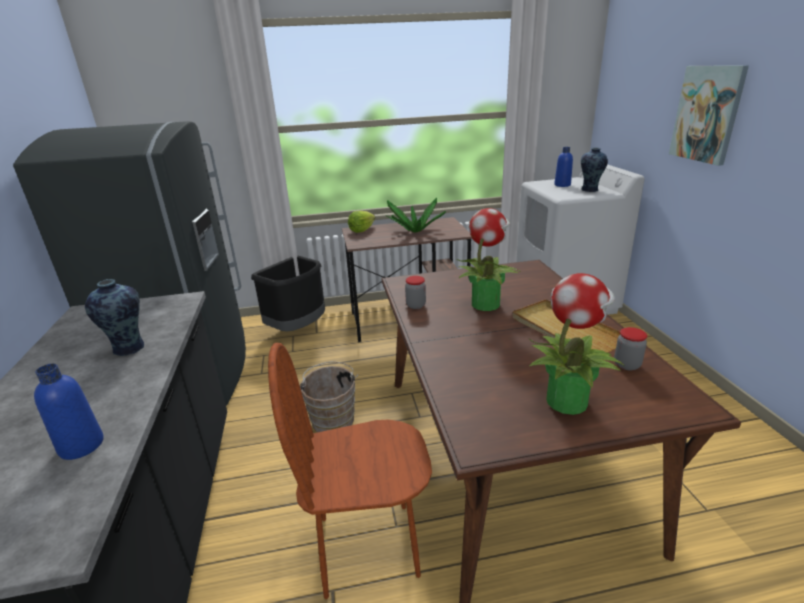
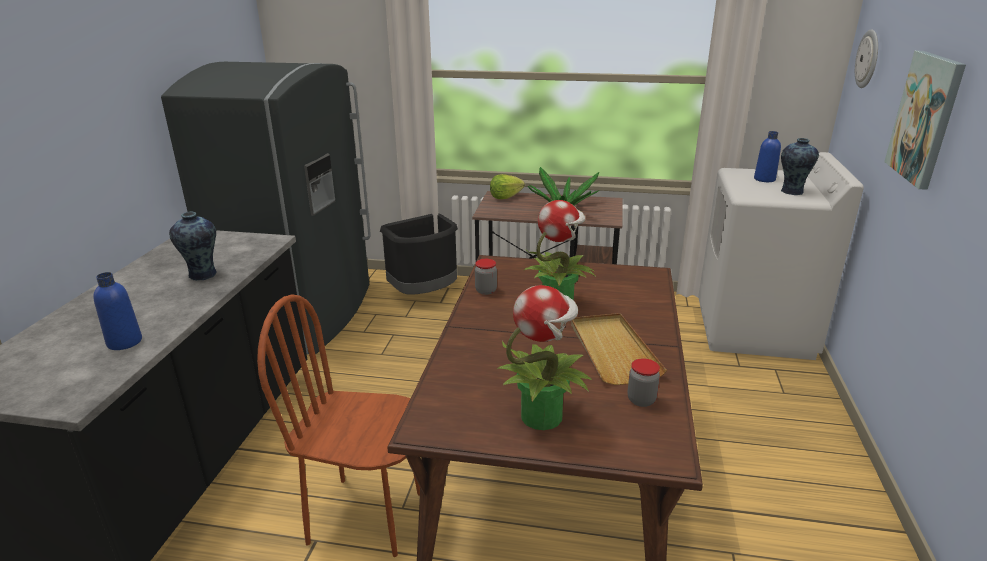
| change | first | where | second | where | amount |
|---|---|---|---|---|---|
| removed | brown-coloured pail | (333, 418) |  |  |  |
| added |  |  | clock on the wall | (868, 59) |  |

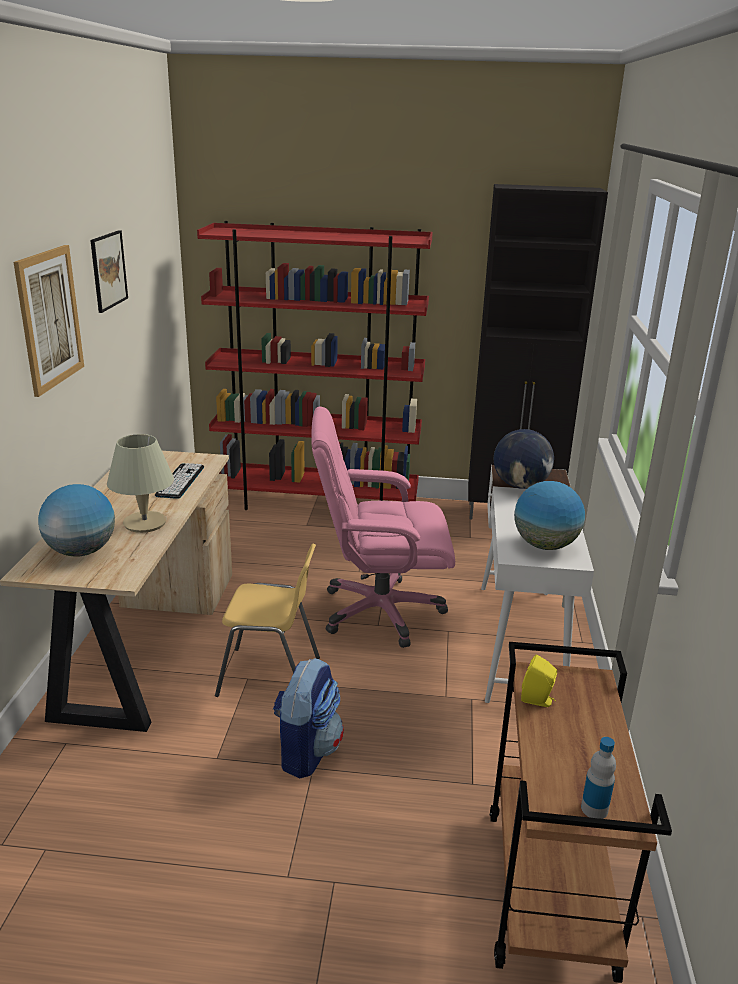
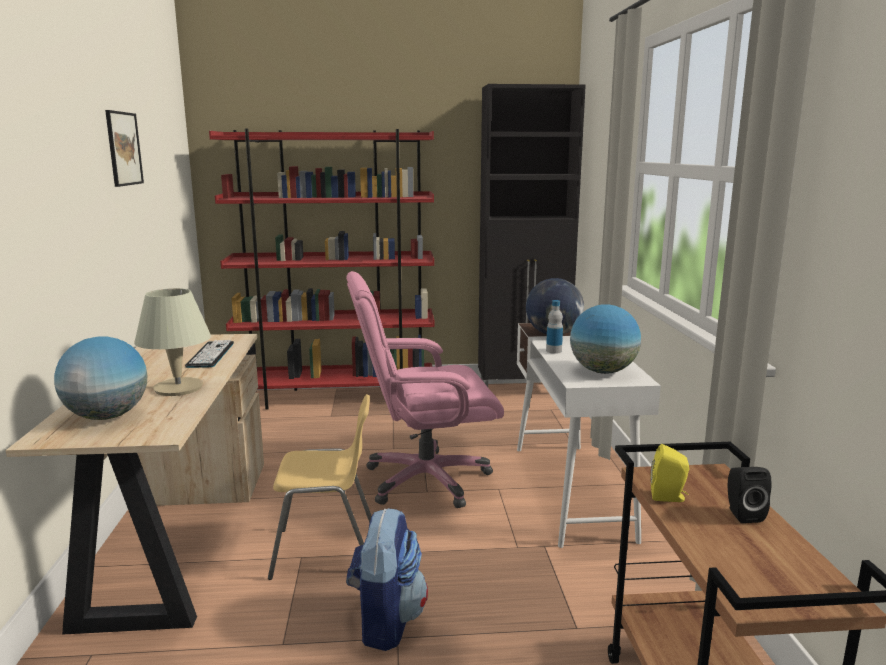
| change | first | where | second | where | amount |
|---|---|---|---|---|---|
| removed | picture | (50, 318) |  |  |  |
| added |  |  | blackish loudspeaker | (742, 514) |  |
| moved | beverage bottle | (594, 809) |  | (553, 351) |  |

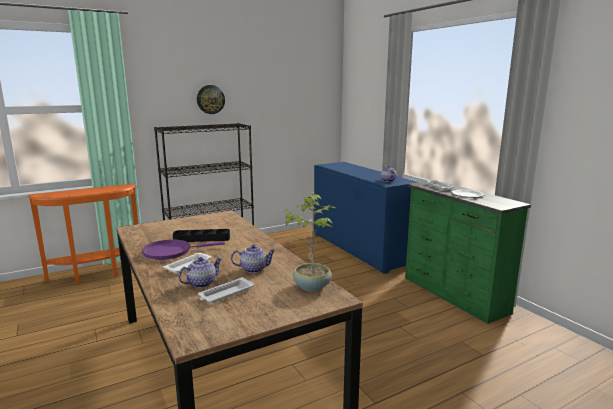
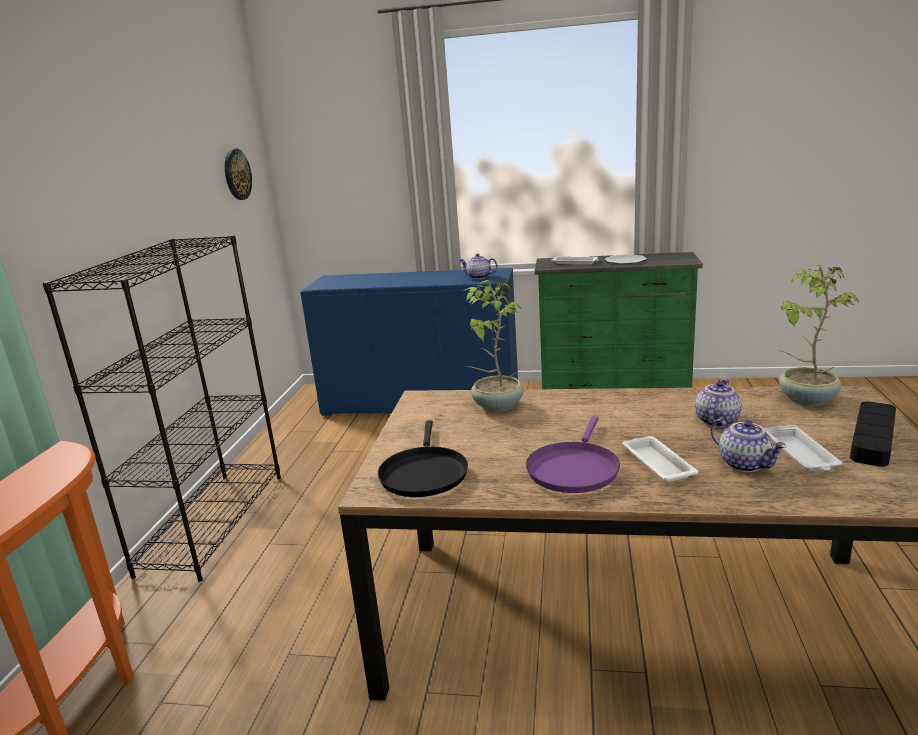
| change | first | where | second | where | amount |
|---|---|---|---|---|---|
| added |  |  | blackish frying pan | (423, 473) |  |
| added |  |  | houseplant | (496, 406) |  |
| moved | blackish serving tray | (202, 239) |  | (872, 438) |  |
| moved | clock on the wall | (210, 99) |  | (237, 174) |  |
| turned | teapot | (201, 283) |  | (745, 464) | 150 degrees clockwise |

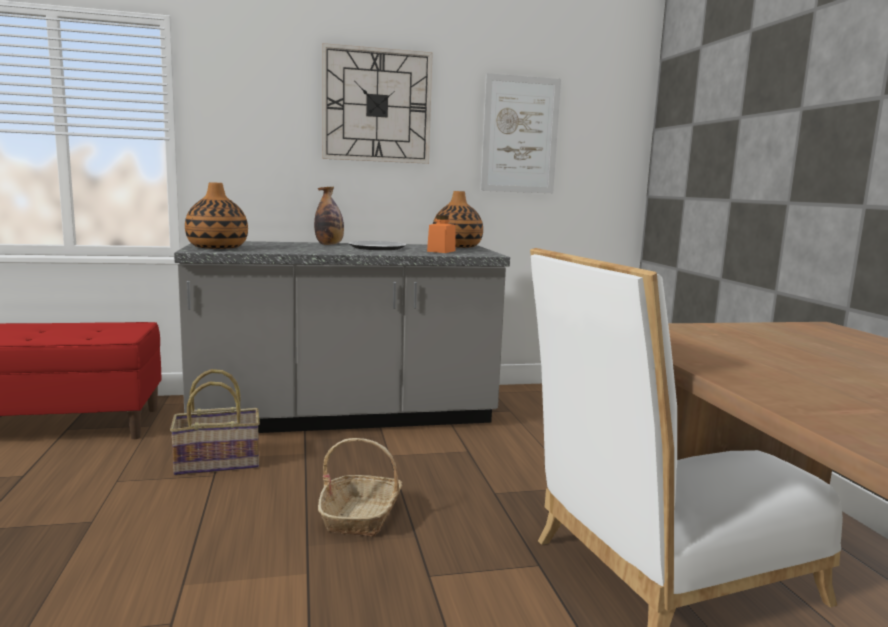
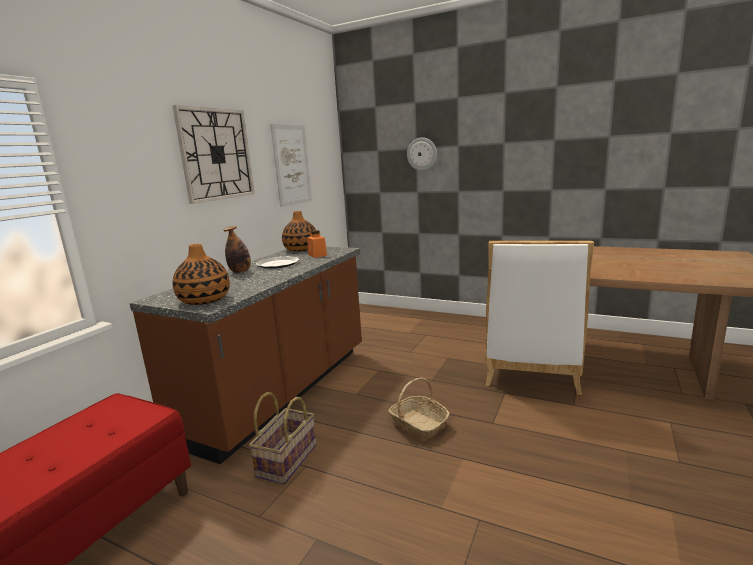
| change | first | where | second | where | amount |
|---|---|---|---|---|---|
| added |  |  | clock on the wall | (422, 154) |  |
| recoloured | grey kitchen base unit | (345, 417) | brown-coloured kitchen base unit | (281, 392) |  |

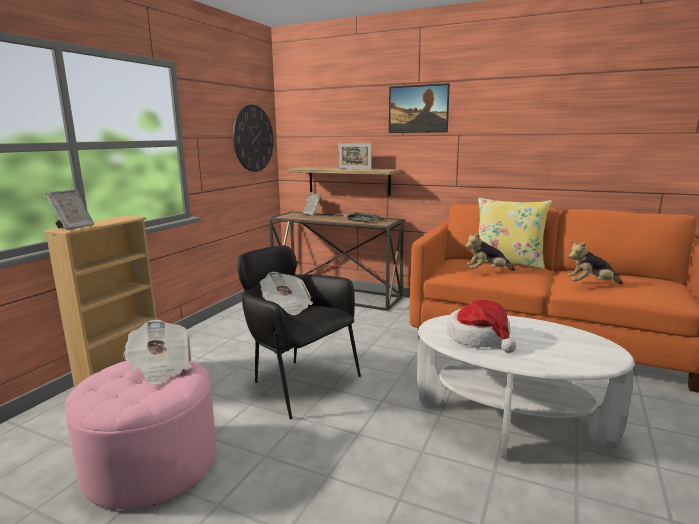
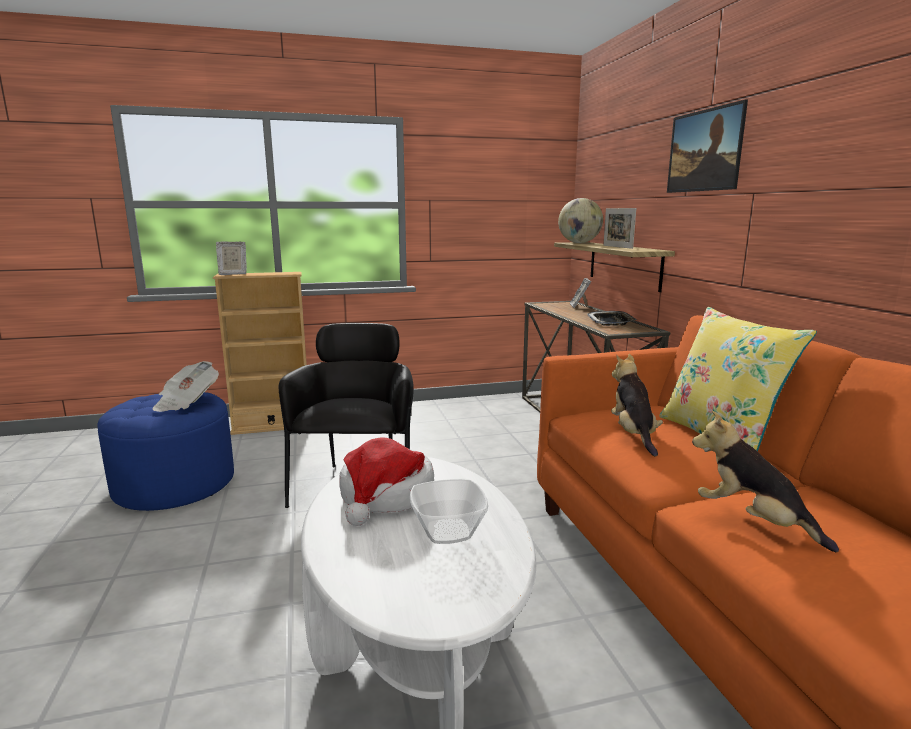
| change | first | where | second | where | amount |
|---|---|---|---|---|---|
| removed | clock on the wall | (253, 138) |  |  |  |
| removed | newspaper | (287, 306) |  |  |  |
| added |  |  | serving bowl | (449, 532) |  |
| added |  |  | world globe | (579, 243) |  |
| recoloured | pinkish ottoman | (151, 464) | bluish ottoman | (175, 484) |  |
| turned | soft toy | (487, 272) |  | (633, 434) | 45 degrees clockwise |

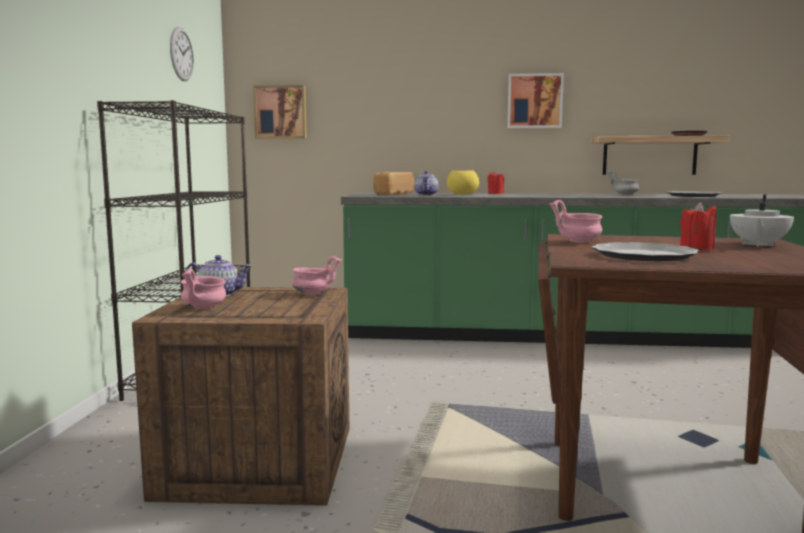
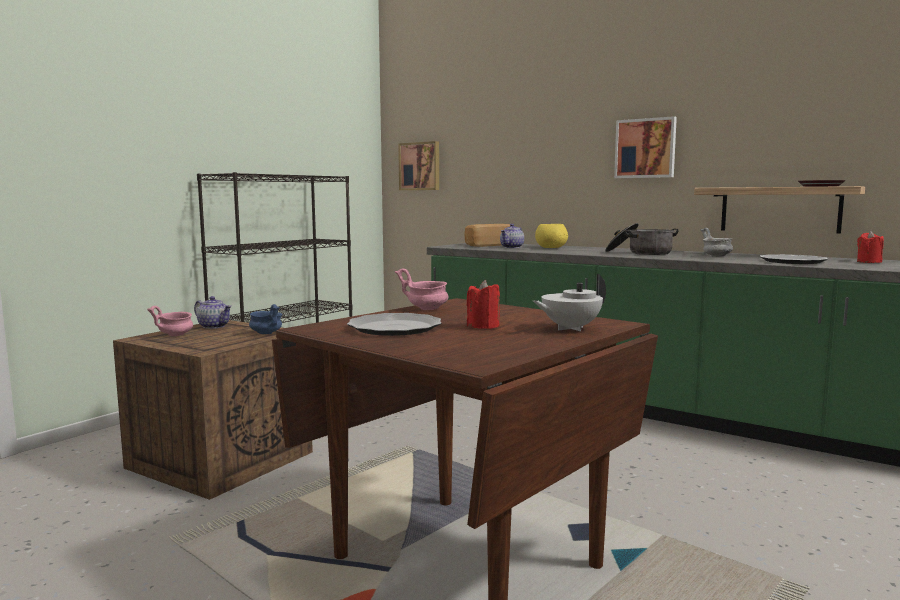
| change | first | where | second | where | amount |
|---|---|---|---|---|---|
| removed | clock on the wall | (181, 54) |  |  |  |
| added |  |  | cooking pot | (639, 253) |  |
| moved | red-coloured candle | (495, 193) |  | (868, 262) |  |
| recoloured | pinkish serving bowl | (313, 294) | bluish serving bowl | (267, 333) |  |

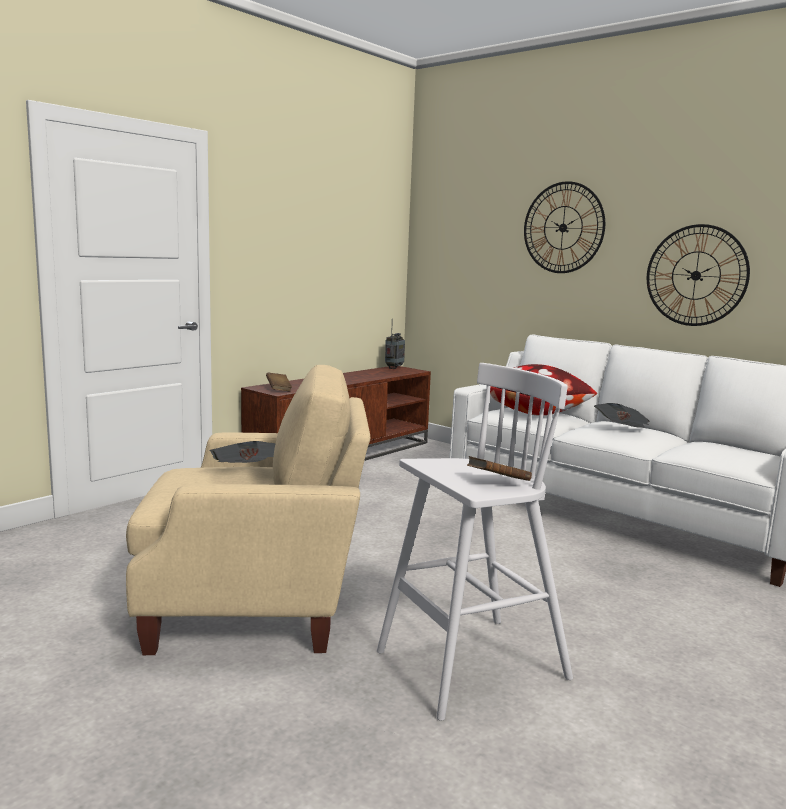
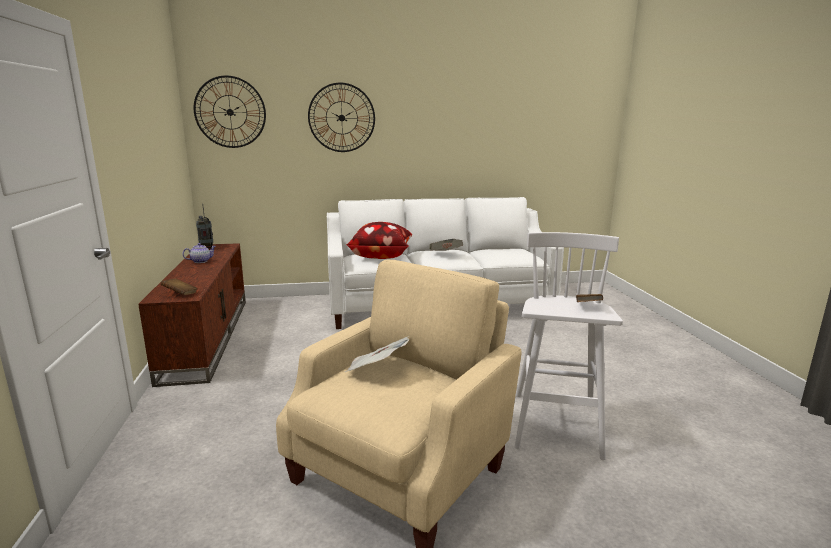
| change | first | where | second | where | amount |
|---|---|---|---|---|---|
| added |  |  | teapot | (201, 261) |  |
| moved | clock on the wall | (696, 275) |  | (230, 112) |  |

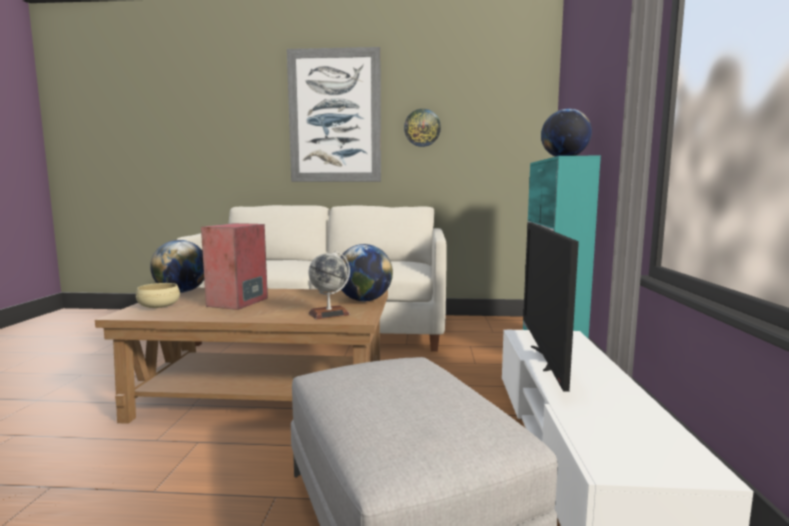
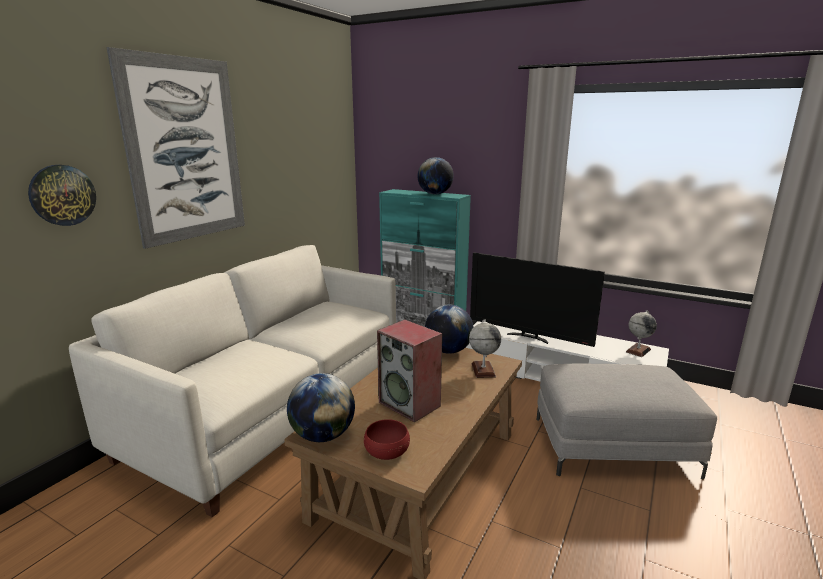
| change | first | where | second | where | amount |
|---|---|---|---|---|---|
| added |  |  | world globe | (638, 350) |  |
| moved | clock on the wall | (422, 128) |  | (62, 195) |  |
| recoloured | sand-coloured serving bowl | (159, 305) | red-coloured serving bowl | (387, 450) |  |

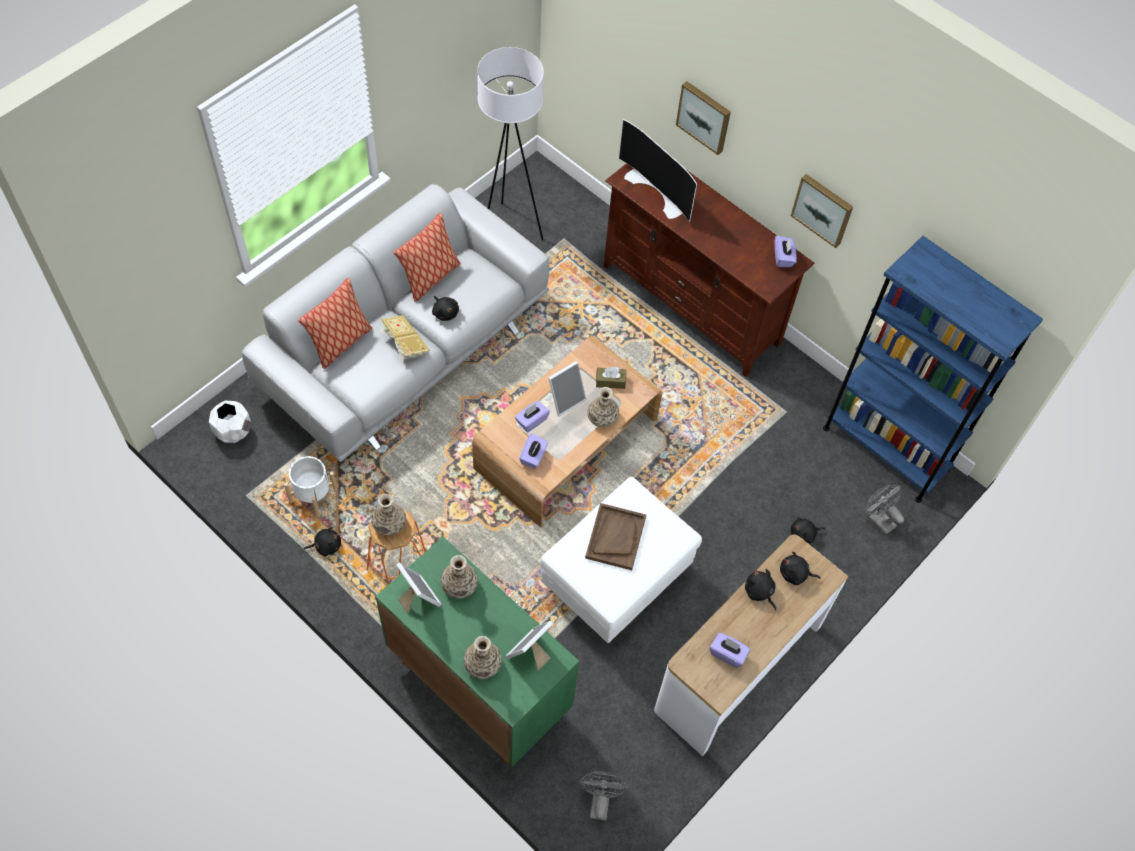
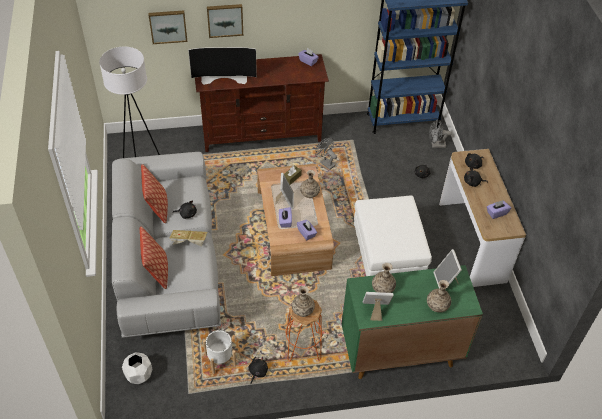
| change | first | where | second | where | amount |
|---|---|---|---|---|---|
| removed | brown-coloured serving tray | (615, 537) |  |  |  |
| moved | grey fan | (599, 800) |  | (325, 163) |  |
| moved | picture | (823, 209) |  | (168, 26) |  |

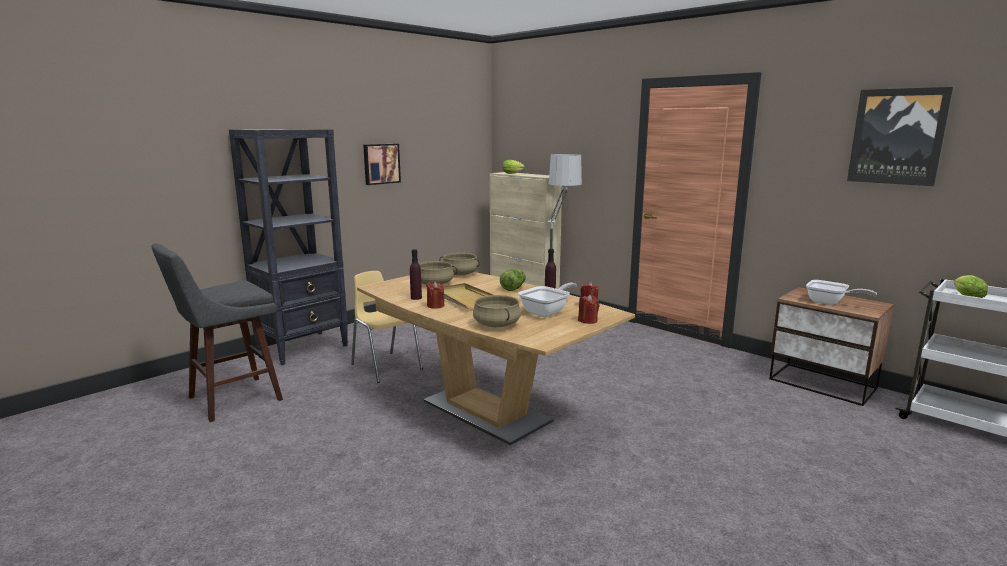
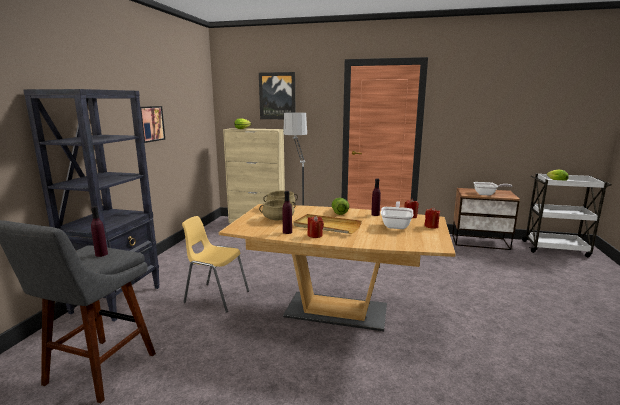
| change | first | where | second | where | amount |
|---|---|---|---|---|---|
| removed | sand-coloured cooking pot | (496, 325) |  |  |  |
| added |  |  | purple-coloured beverage bottle | (101, 254) |  |
| moved | picture | (897, 136) |  | (277, 96) |  |

